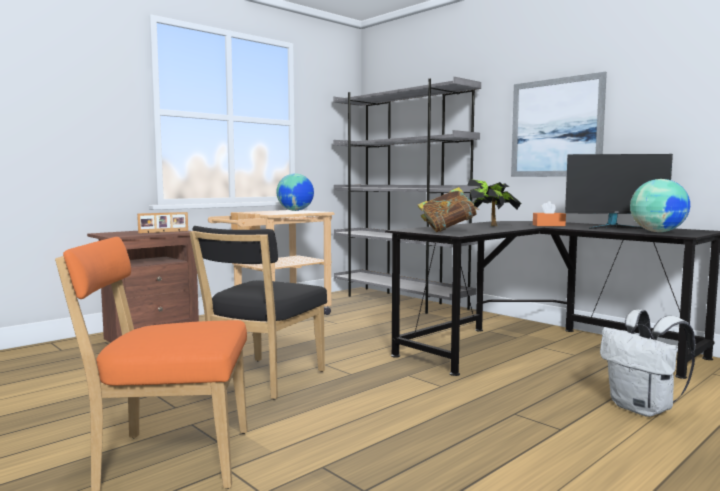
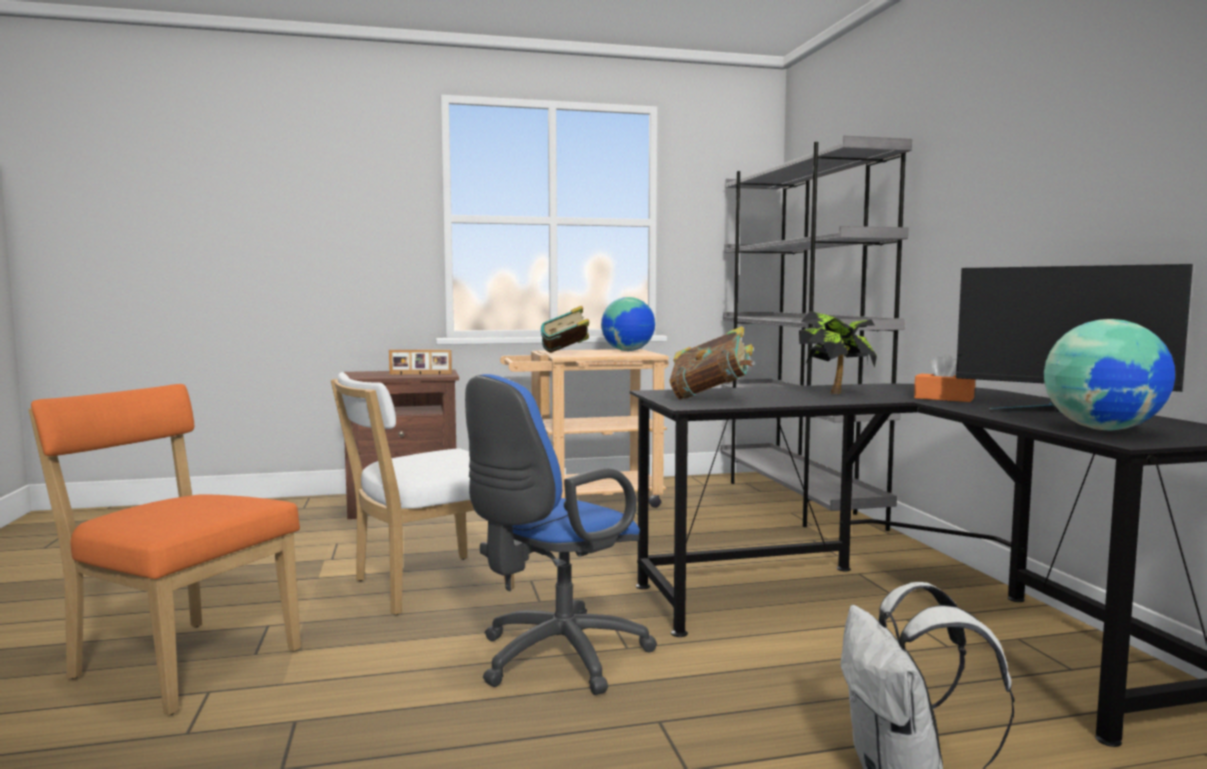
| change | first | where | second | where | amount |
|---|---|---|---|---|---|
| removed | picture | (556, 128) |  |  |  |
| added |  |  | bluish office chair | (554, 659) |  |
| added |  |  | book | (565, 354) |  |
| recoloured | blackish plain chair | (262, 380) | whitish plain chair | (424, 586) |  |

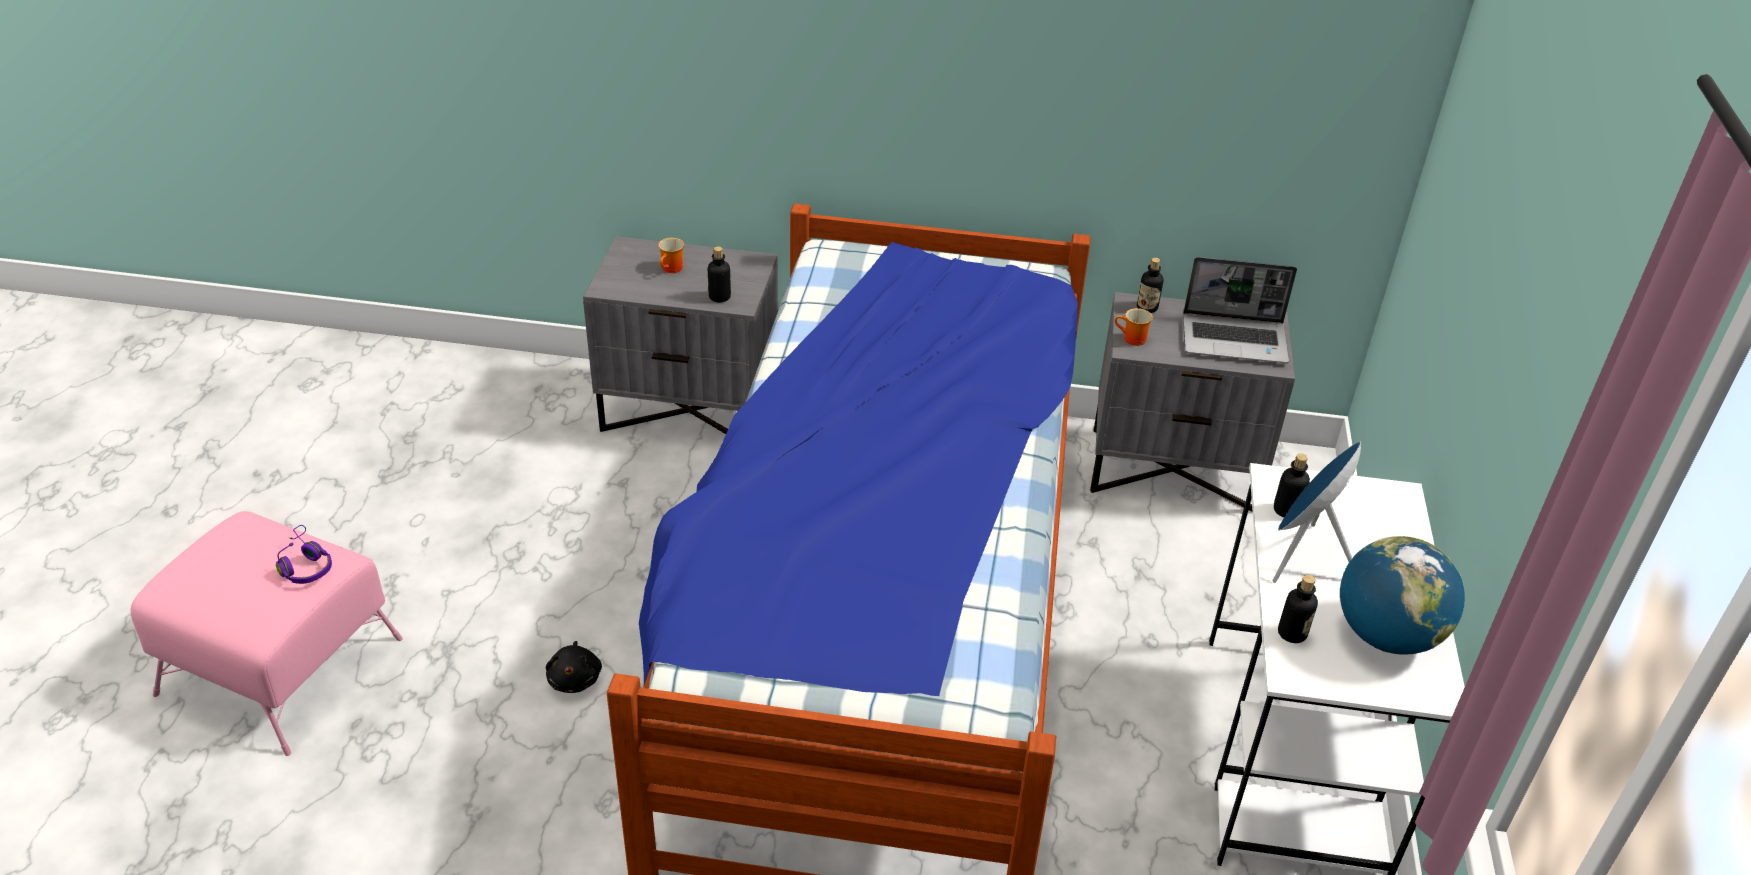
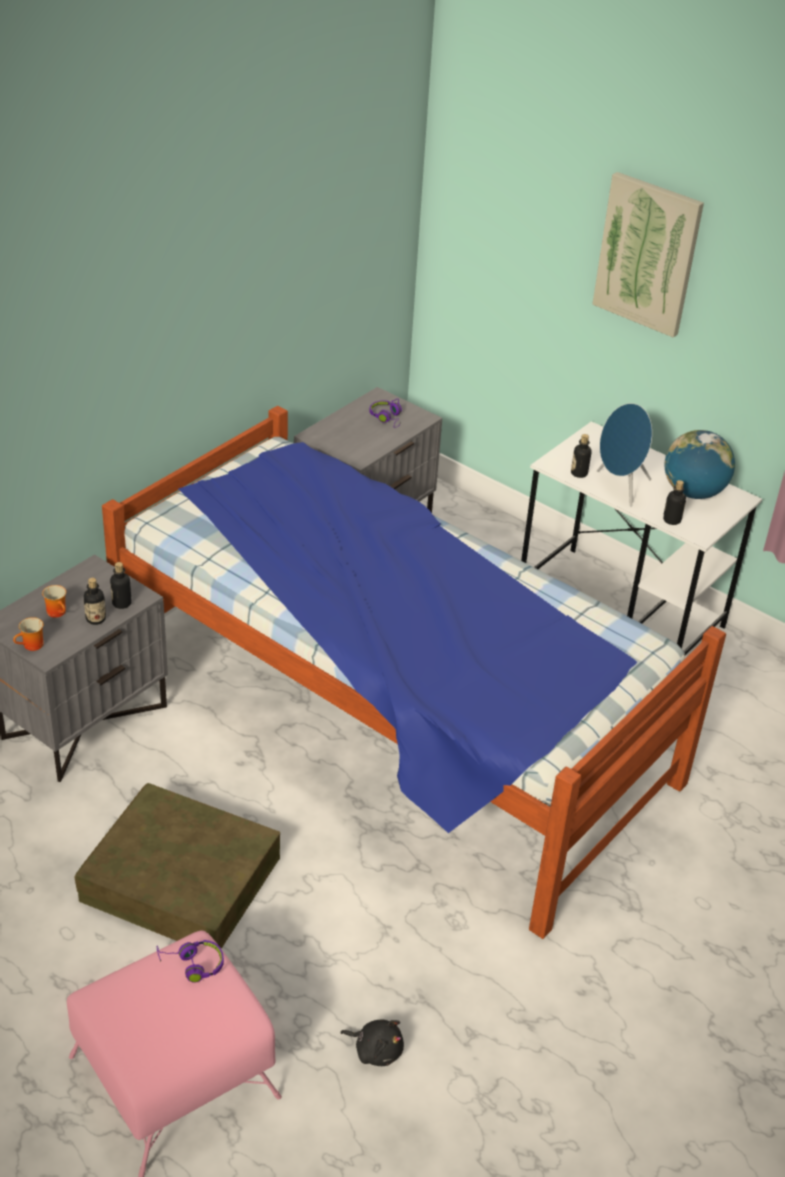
| change | first | where | second | where | amount |
|---|---|---|---|---|---|
| added |  |  | brown-coloured storage box | (181, 879) |  |
| added |  |  | picture | (648, 254) |  |
| moved | blackish soft toy | (575, 679) |  | (376, 1050) |  |
| moved | coffee mug | (1131, 340) |  | (32, 646) |  |
| moved | beverage bottle | (1147, 307) |  | (96, 619) |  |
| replaced | laptop | (1235, 340) | purple-coloured pair of headphones | (387, 418) |  |

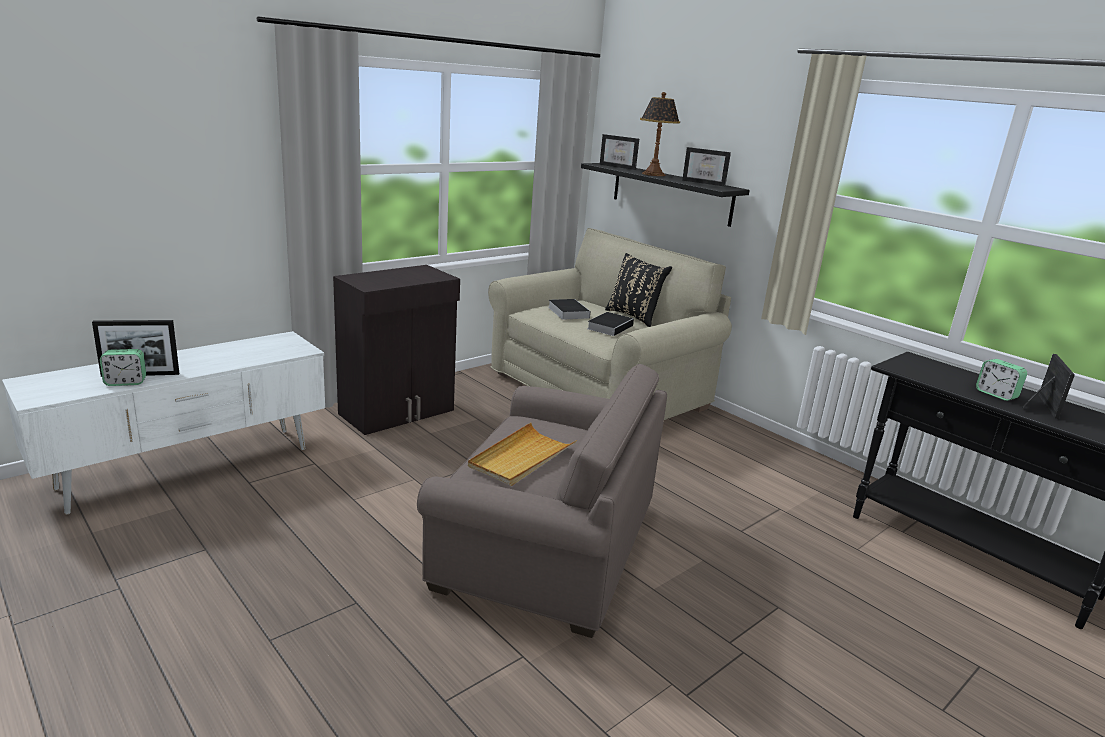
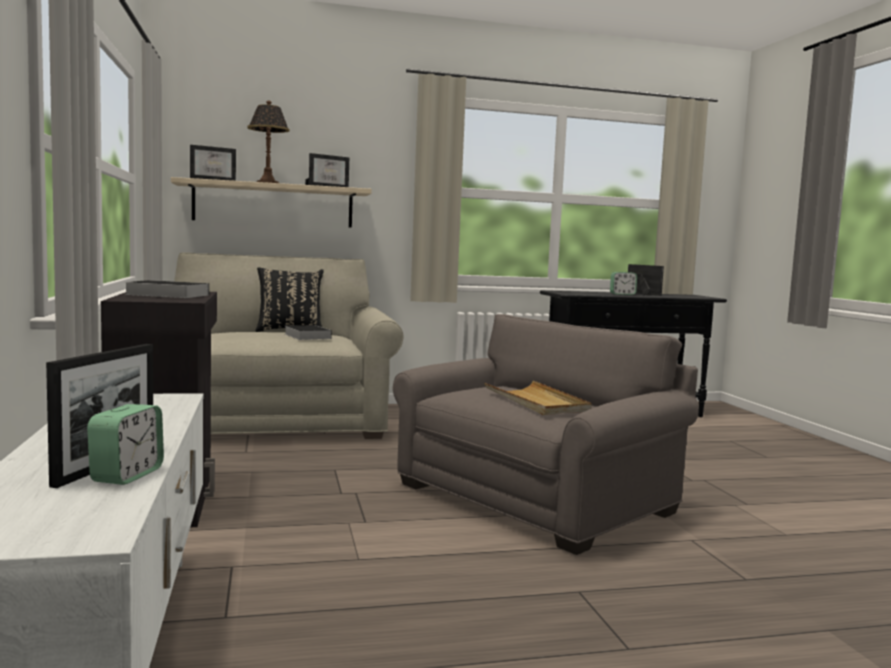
| change | first | where | second | where | amount |
|---|---|---|---|---|---|
| moved | book | (567, 312) |  | (164, 295) |  |
| recoloured | blackish shelf | (671, 193) | sand-coloured shelf | (273, 205) |  |

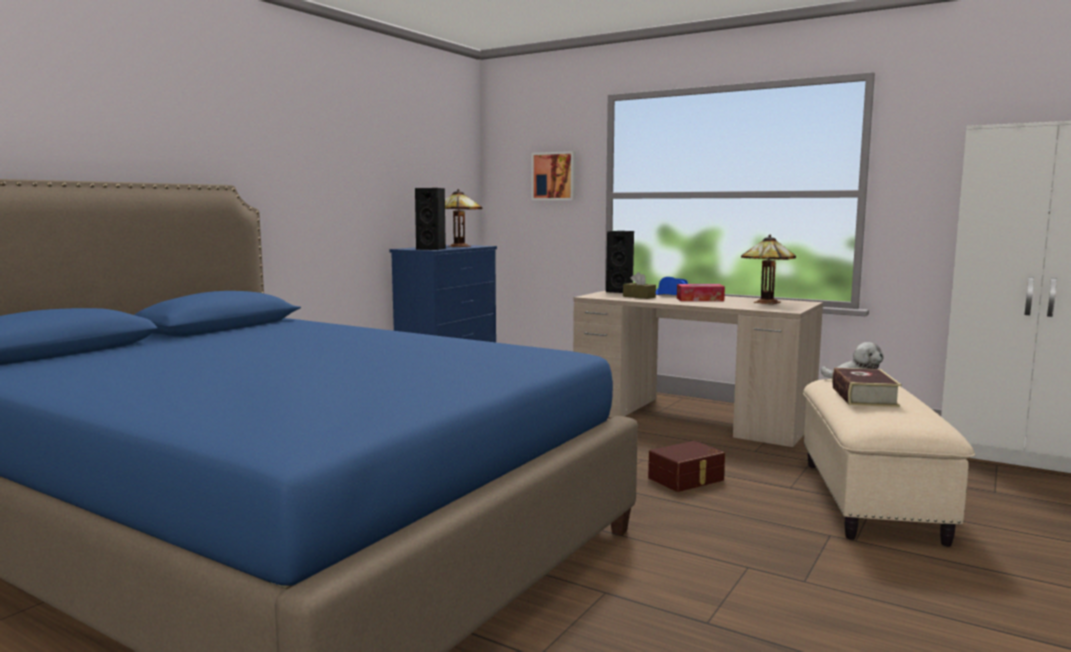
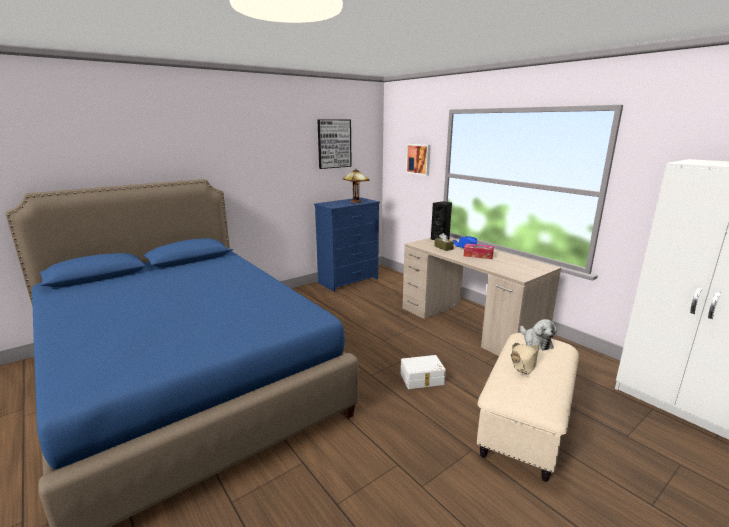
| change | first | where | second | where | amount |
|---|---|---|---|---|---|
| removed | blackish loudspeaker | (433, 249) |  |  |  |
| removed | lamp for a table | (764, 303) |  |  |  |
| added |  |  | picture | (334, 143) |  |
| replaced | book | (864, 397) | sand-coloured hat | (523, 362) |  |
| recoloured | brown-coloured storage box | (687, 479) | whitish storage box | (422, 379) |  |

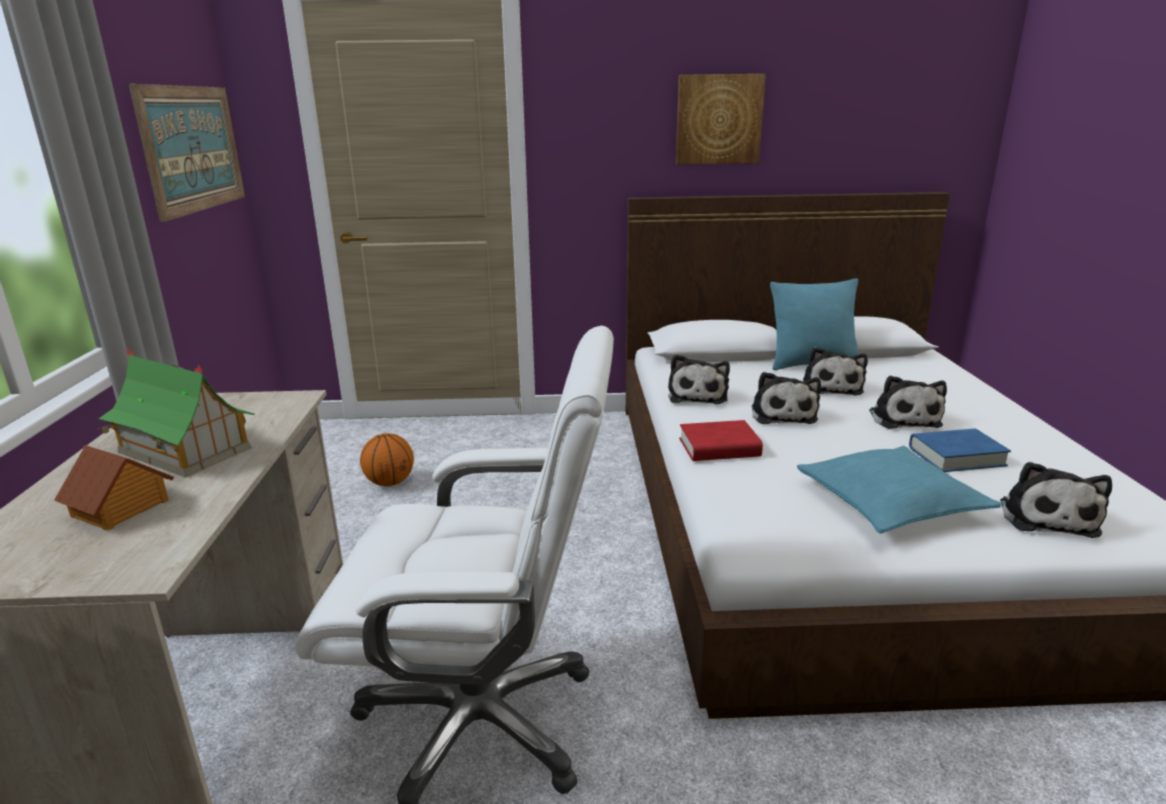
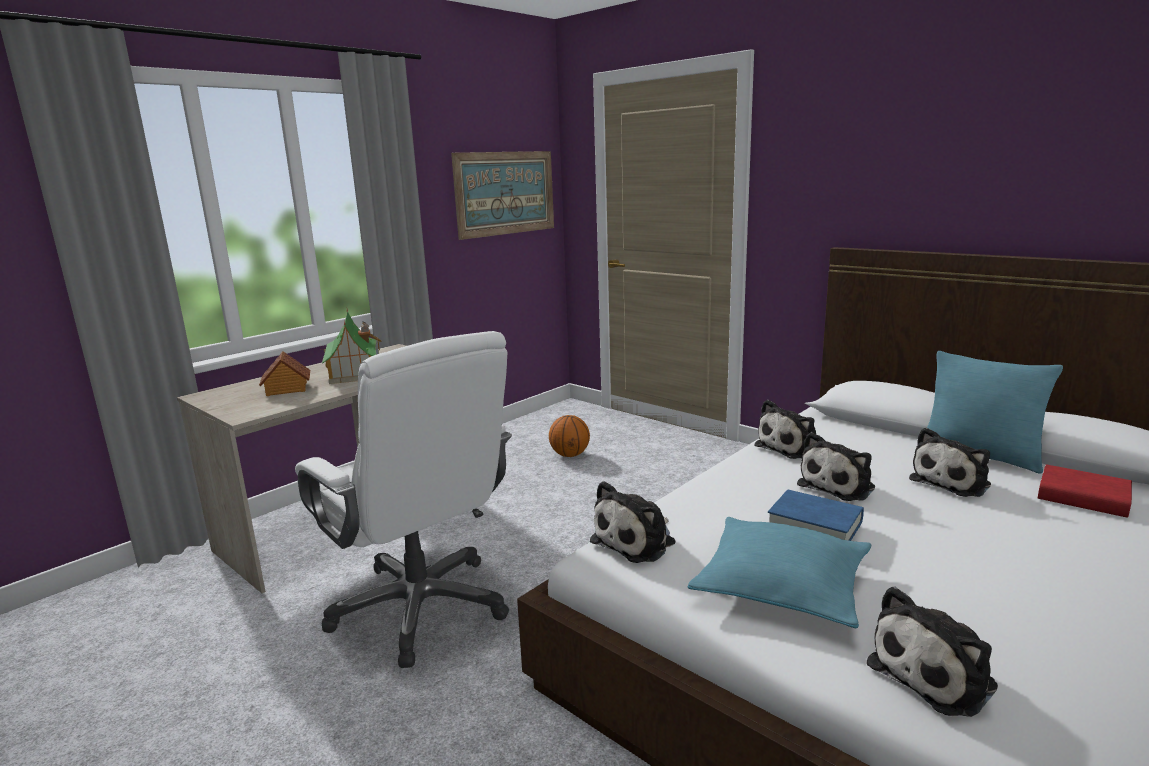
| change | first | where | second | where | amount |
|---|---|---|---|---|---|
| removed | picture | (718, 119) |  |  |  |
| moved | red-coloured book | (719, 448) |  | (1082, 498) |  |
| moved | soft toy | (903, 418) |  | (637, 541) |  |
| moved | bluish book | (956, 456) |  | (814, 525) |  |

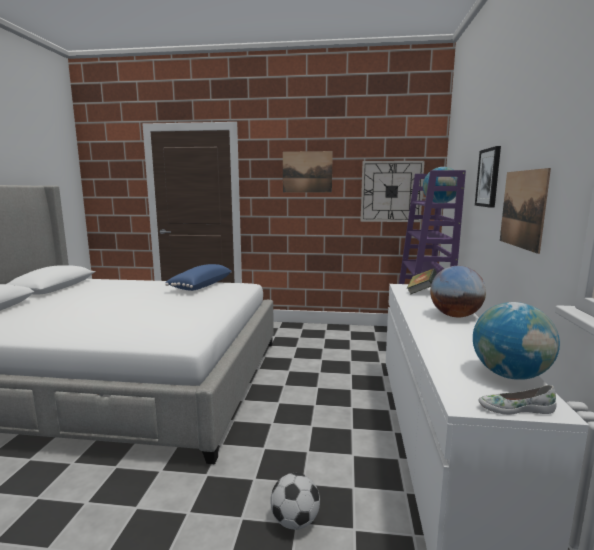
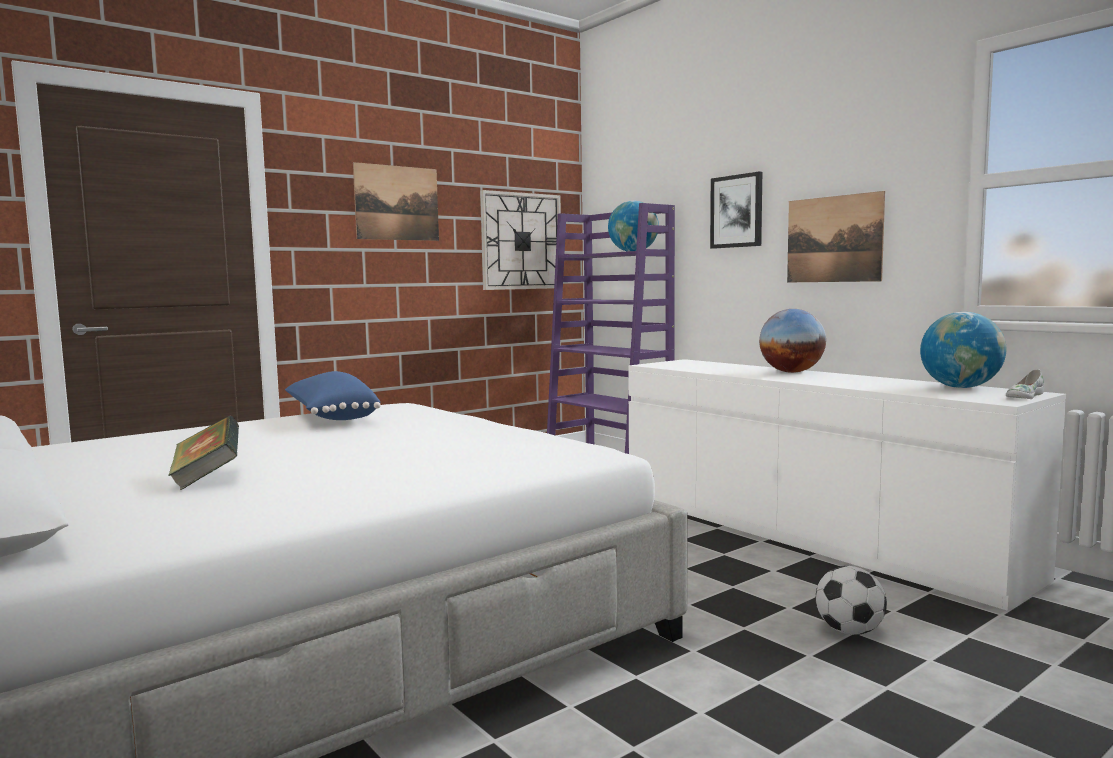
| change | first | where | second | where | amount |
|---|---|---|---|---|---|
| moved | book | (421, 292) |  | (207, 478) |  |

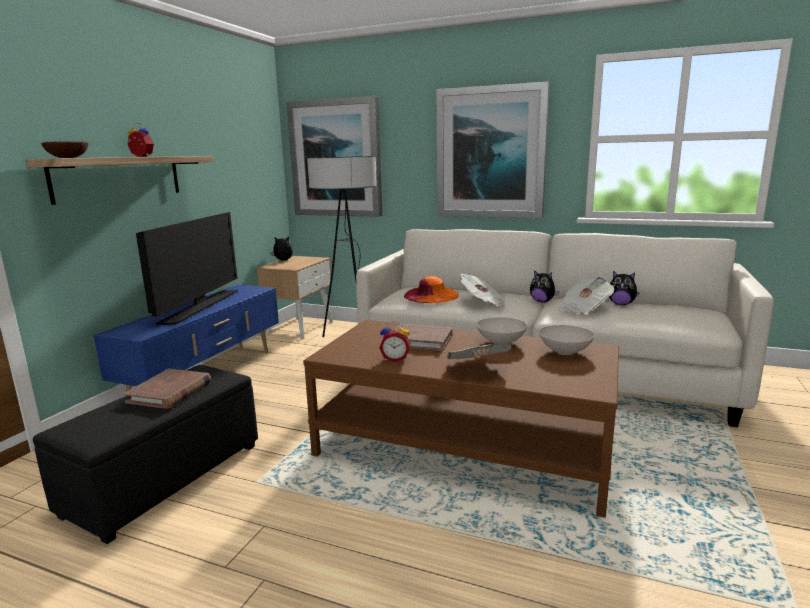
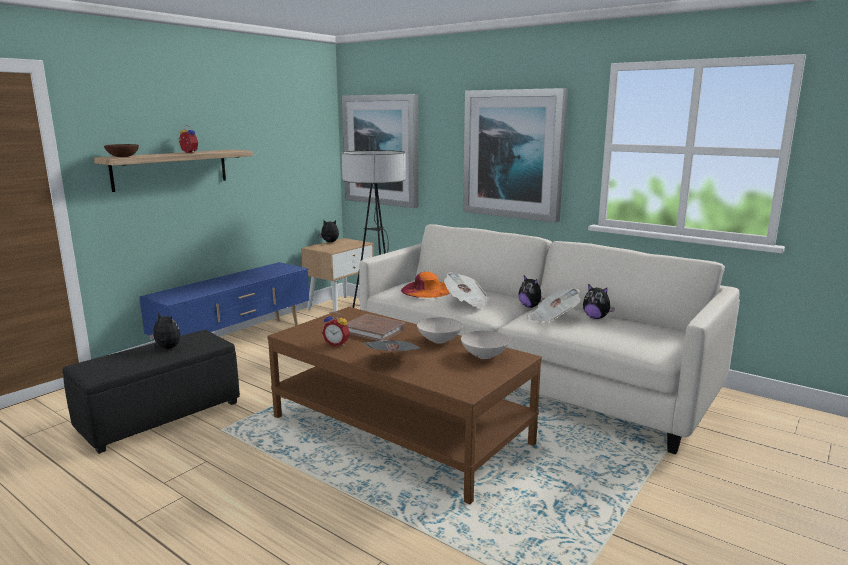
| change | first | where | second | where | amount |
|---|---|---|---|---|---|
| removed | TV | (200, 306) |  |  |  |
| replaced | brown-coloured book | (170, 392) | soft toy | (166, 348) |  |

